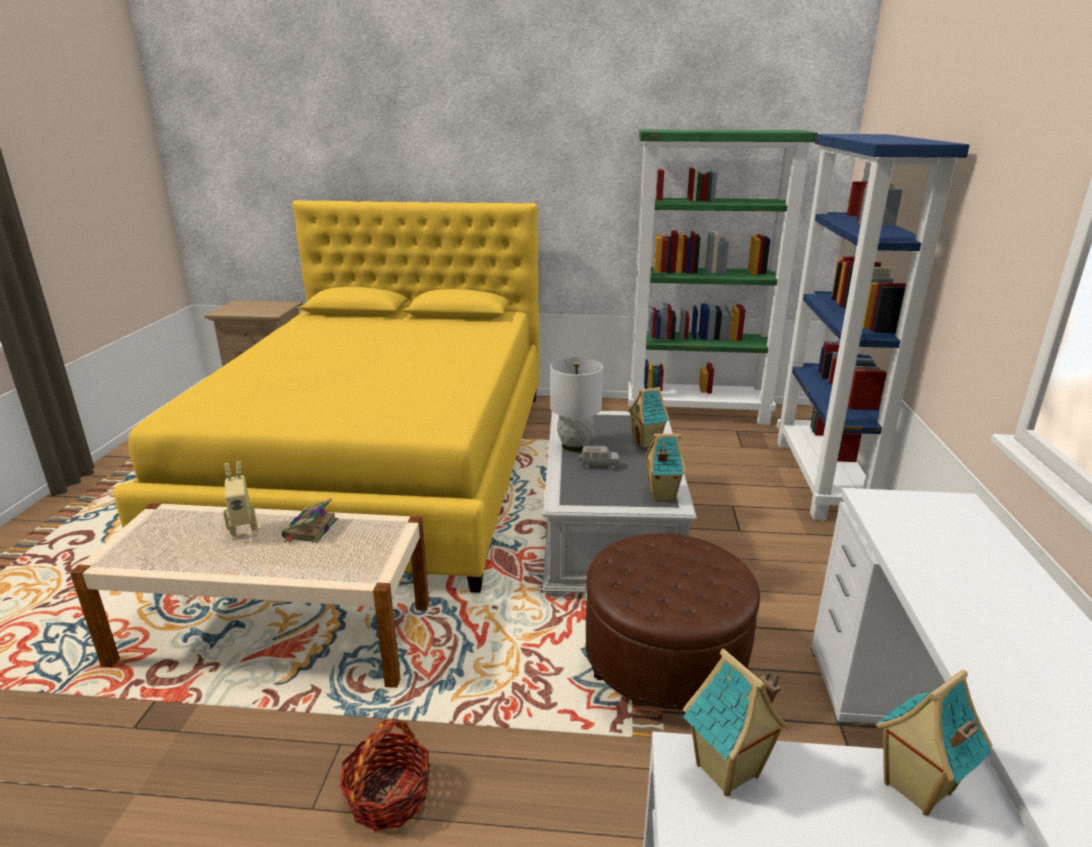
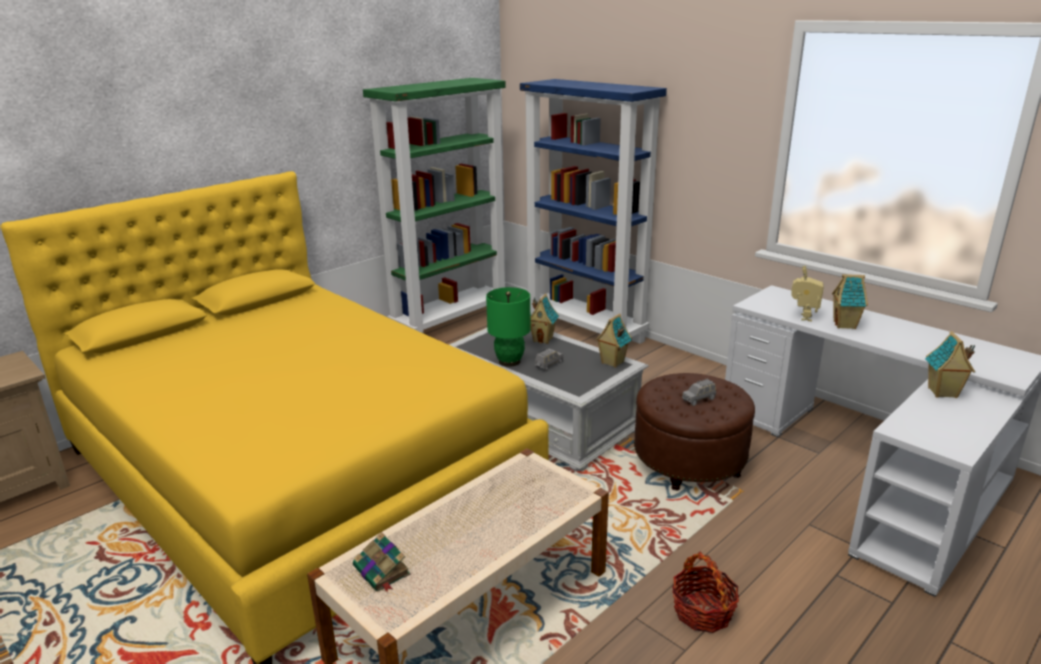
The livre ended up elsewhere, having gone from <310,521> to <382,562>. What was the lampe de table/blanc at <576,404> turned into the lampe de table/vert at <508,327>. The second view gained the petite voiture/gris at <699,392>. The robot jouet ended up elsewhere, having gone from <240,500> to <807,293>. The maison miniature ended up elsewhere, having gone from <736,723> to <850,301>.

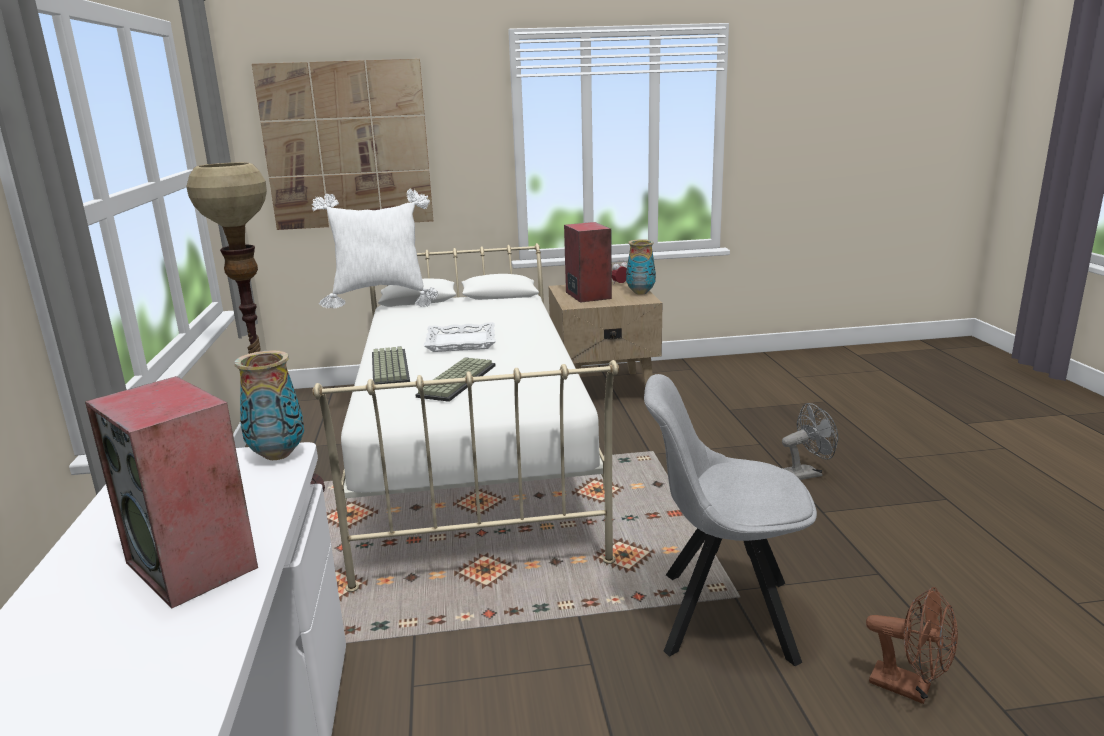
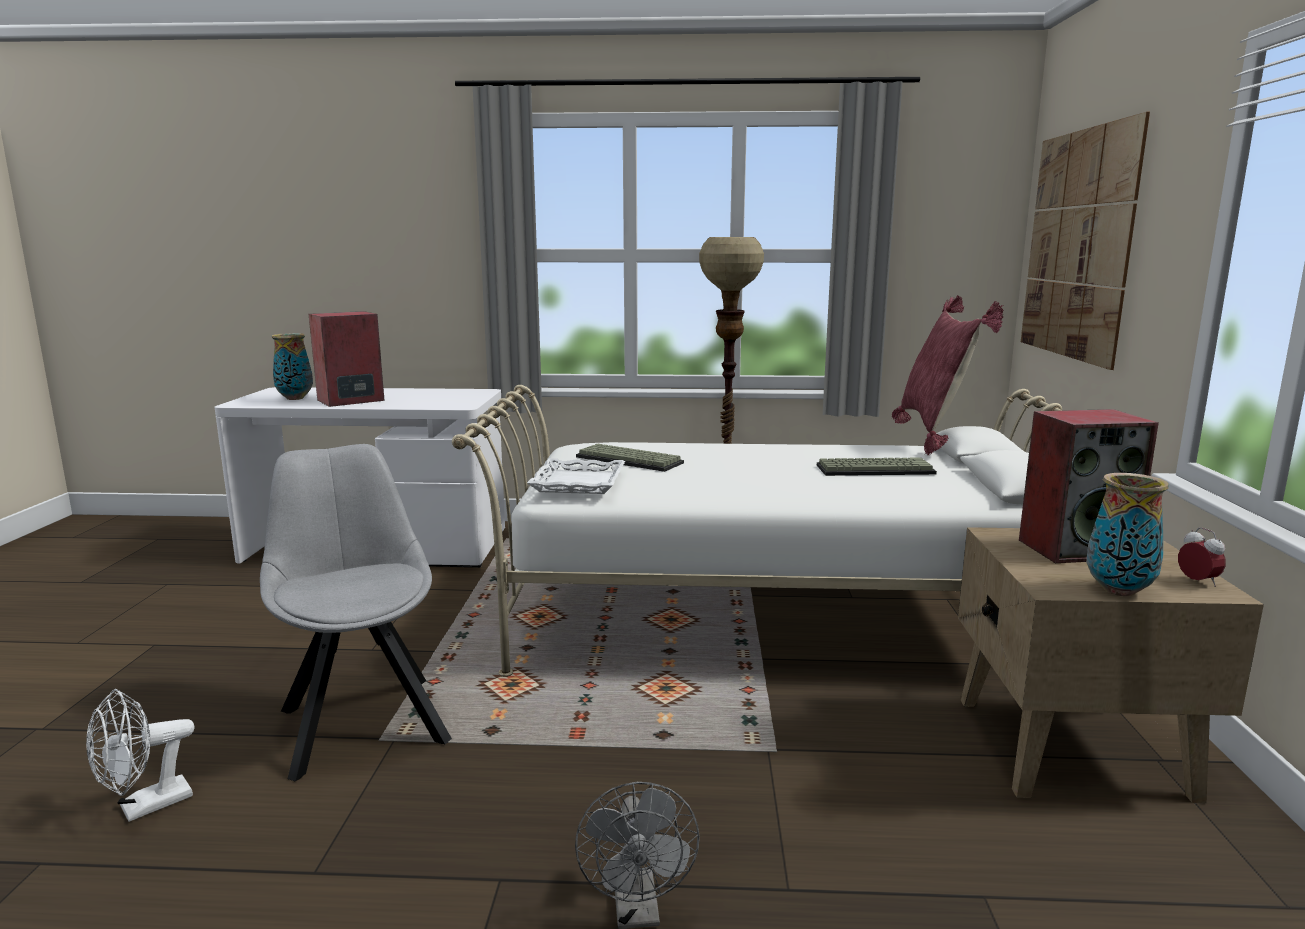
What was the ventilateur/marron at <912,645> turned into the ventilateur/blanc at <140,755>. The chaise/gris at <730,520> ended up facing another way, 45 degrees counterclockwise from before. The vase ended up elsewhere, having gone from <269,405> to <292,366>. The plateau/blanc ended up elsewhere, having gone from <460,337> to <576,476>. The clavier ended up elsewhere, having gone from <391,365> to <877,467>. What was the coussin/blanc at <375,249> turned into the coussin/rouge at <947,375>.

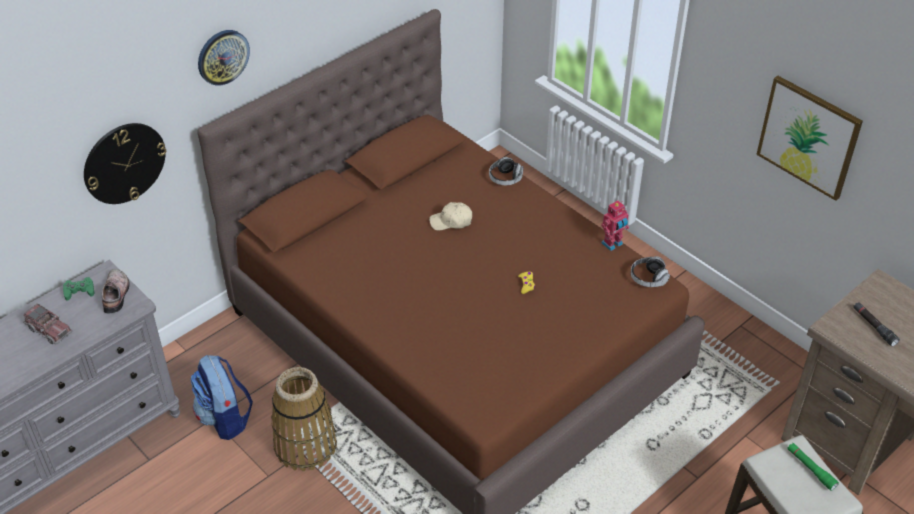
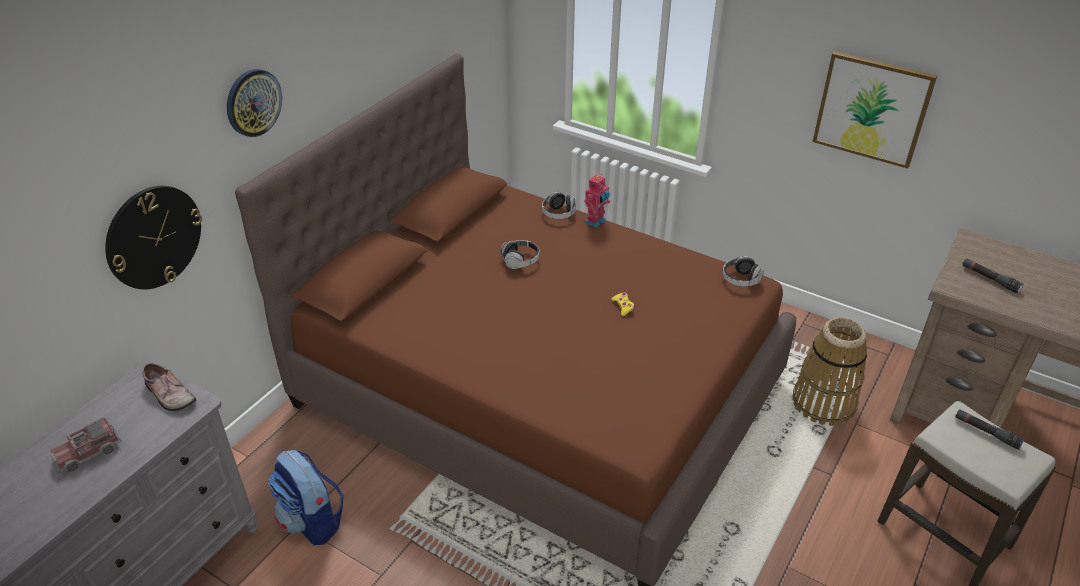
The camion jouet at <47,323> ended up facing another way, 120 degrees clockwise from before. The chaussure at <116,291> ended up facing another way, 150 degrees clockwise from before. Where the casquette/beige stood at <450,216>, the casque audio came to stand at <519,254>. The robot jouet ended up elsewhere, having gone from <615,225> to <597,201>. The panier ended up elsewhere, having gone from <304,419> to <830,371>. What was the lampe de poche/vert at <813,467> turned into the lampe de poche/noir at <990,429>. The second view lost the manette/vert at <78,288>.

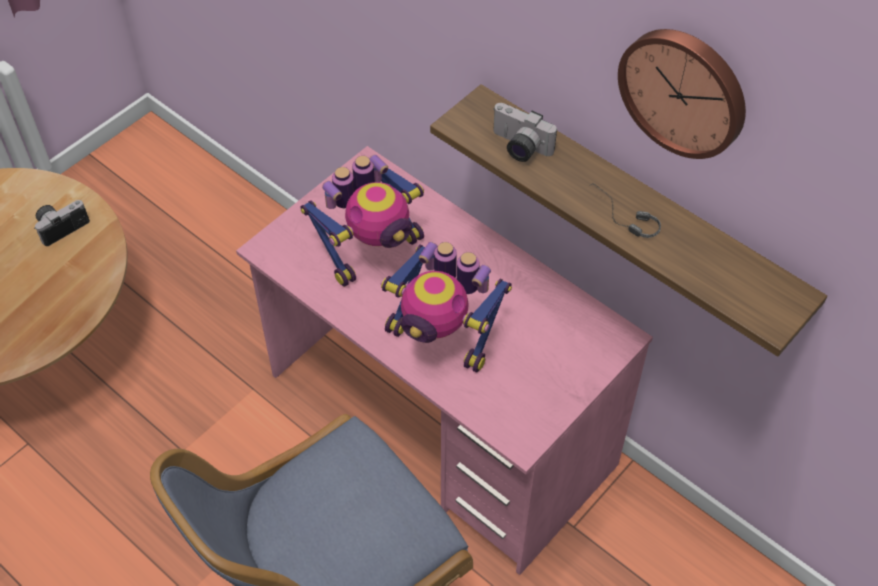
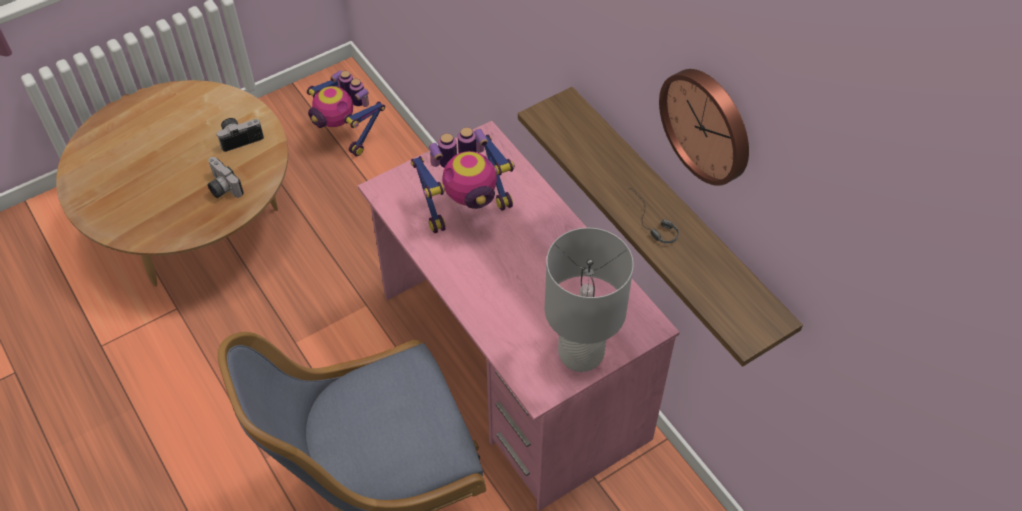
The appareil photo ended up elsewhere, having gone from <525,132> to <226,177>. The robot jouet ended up elsewhere, having gone from <446,307> to <346,113>. The second view gained the lampe de table/gris at <589,300>.

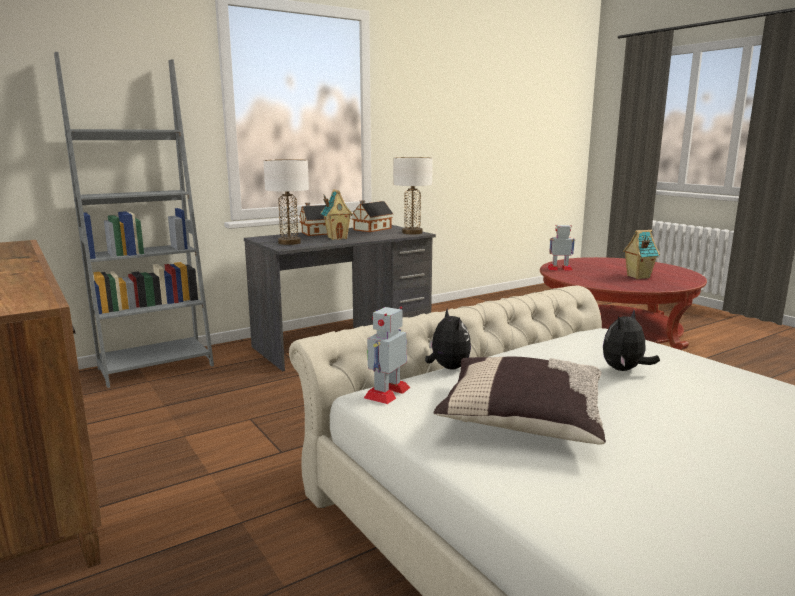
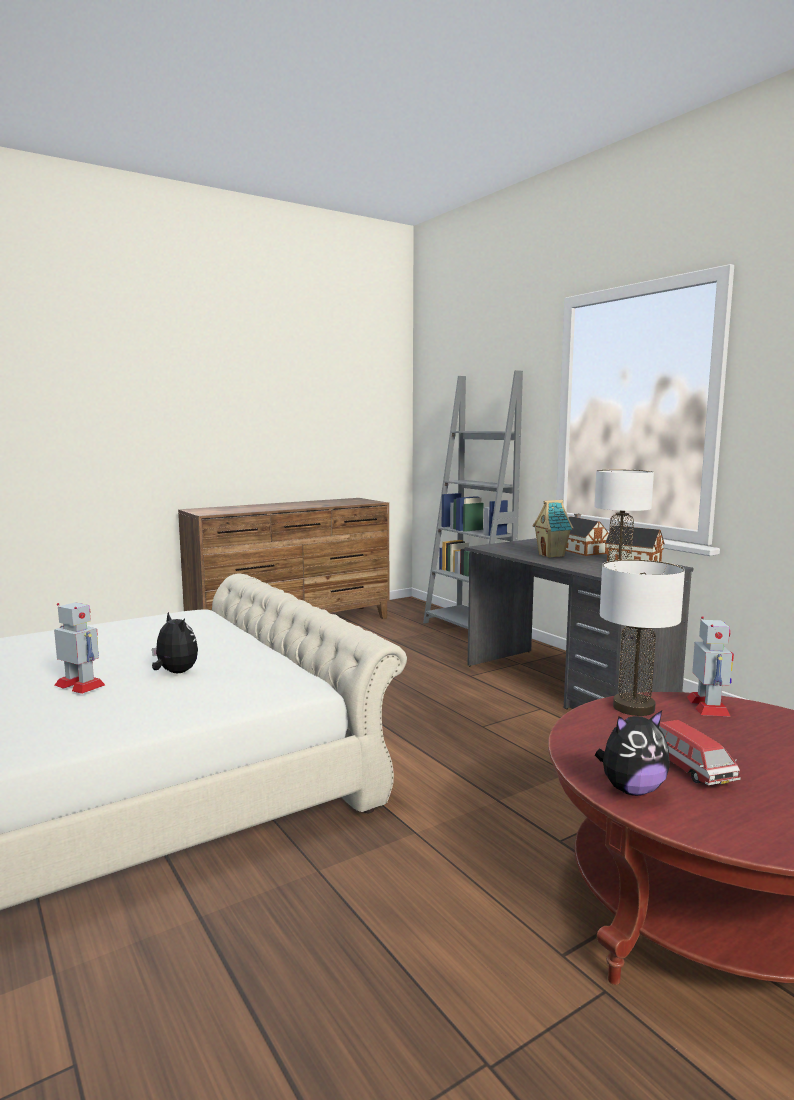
The robot jouet ended up elsewhere, having gone from <387,355> to <79,648>. The peluche ended up elsewhere, having gone from <448,339> to <632,753>. The lampe de table ended up elsewhere, having gone from <286,202> to <642,637>. Where the maison miniature stood at <641,254>, the petite voiture came to stand at <700,752>. The second view lost the coussin at <519,400>.

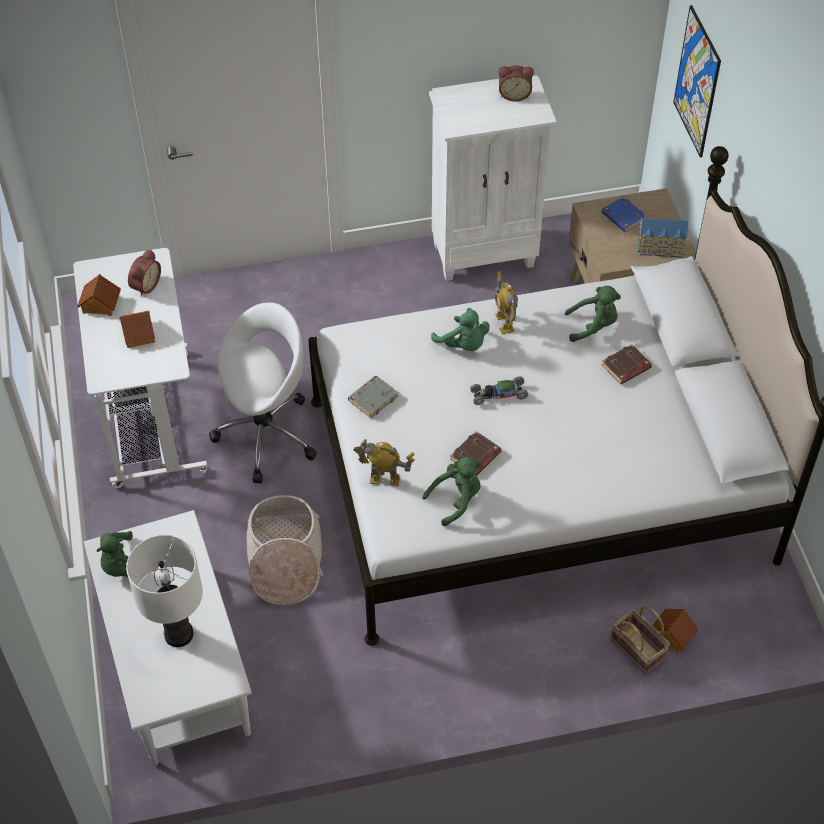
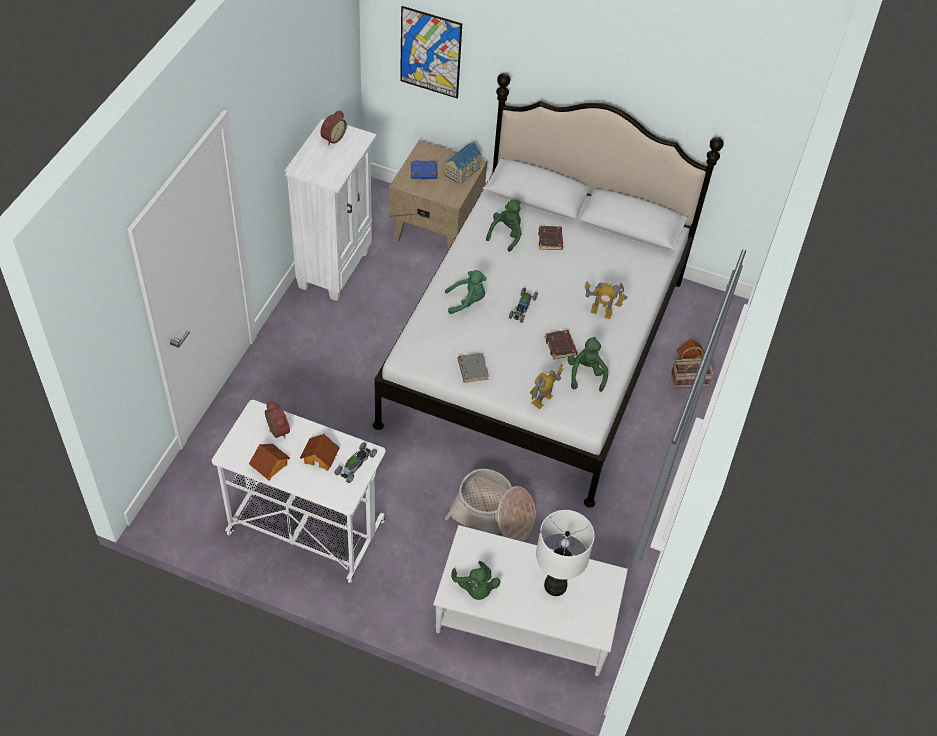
The second view gained the petite voiture at <356,462>. The robot jouet ended up elsewhere, having gone from <506,302> to <606,300>. The second view lost the chaise de bureau/blanc at <263,393>.

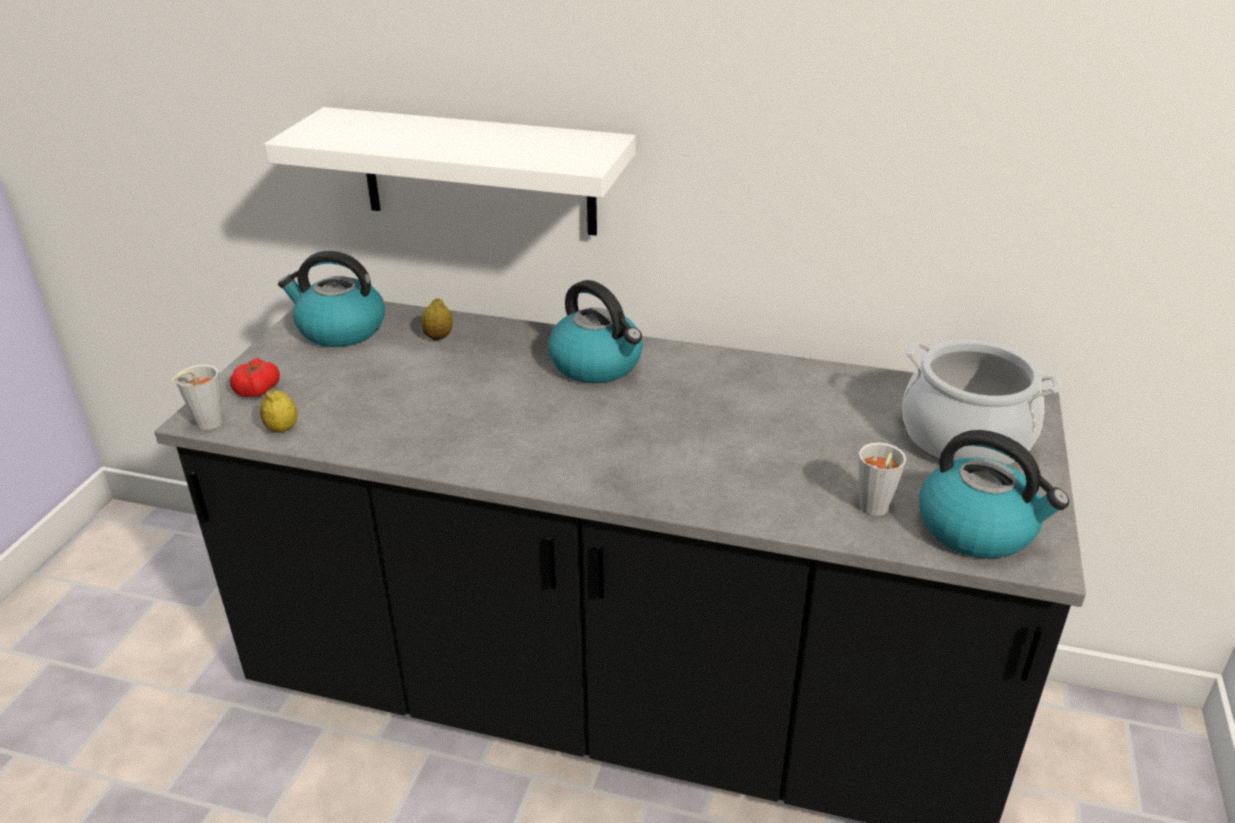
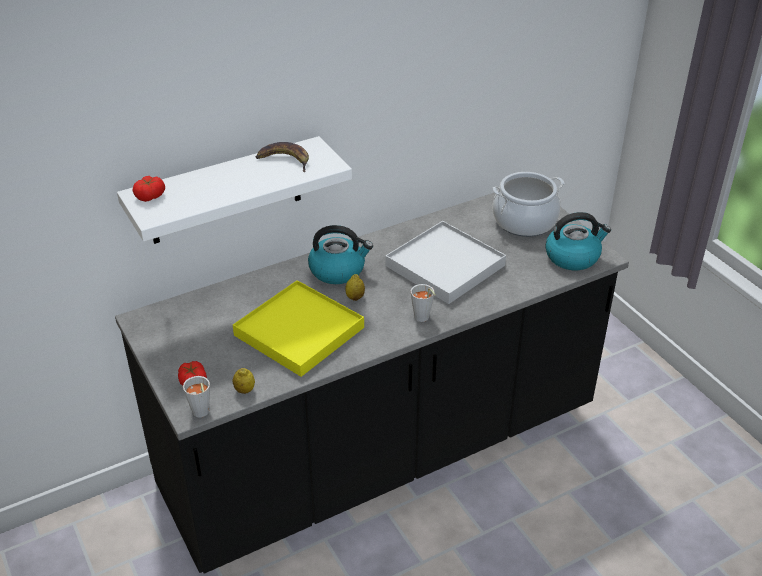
The second view gained the tomate at <149,189>. The second view gained the plateau/jaune at <298,328>. The second view gained the banane at <282,157>. The citron ended up elsewhere, having gone from <437,319> to <355,287>. The second view gained the plateau/blanc at <445,262>. The tasse/gris ended up elsewhere, having gone from <882,479> to <423,303>. The second view lost the bouilloire at <331,299>.

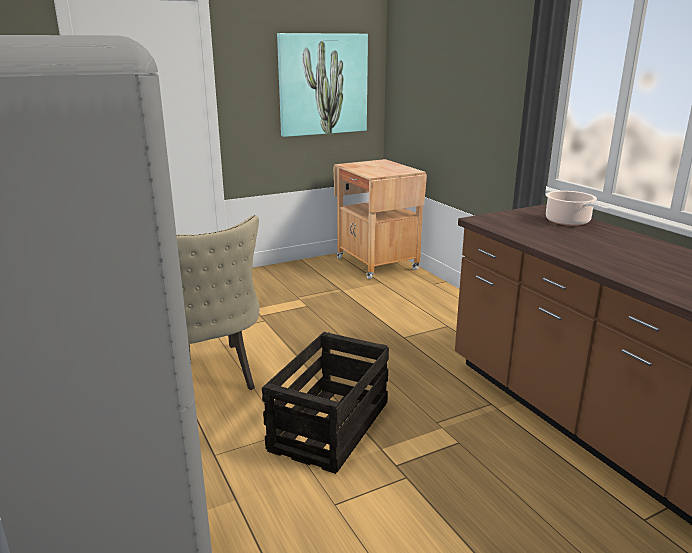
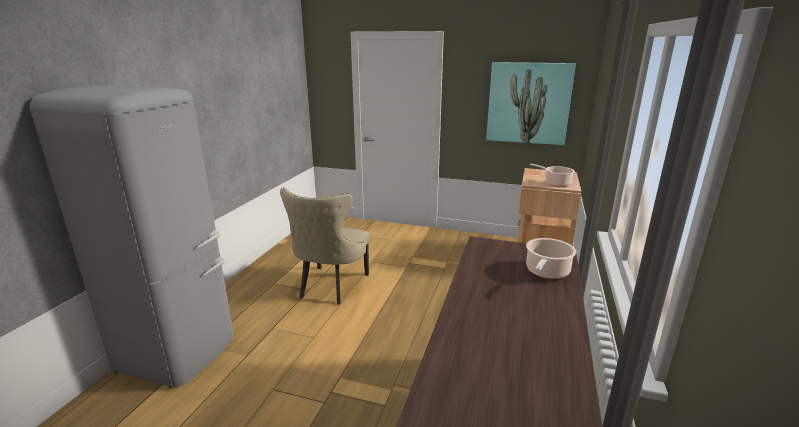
The second view gained the marmite at <552,175>. The second view lost the caisse at <325,403>.

